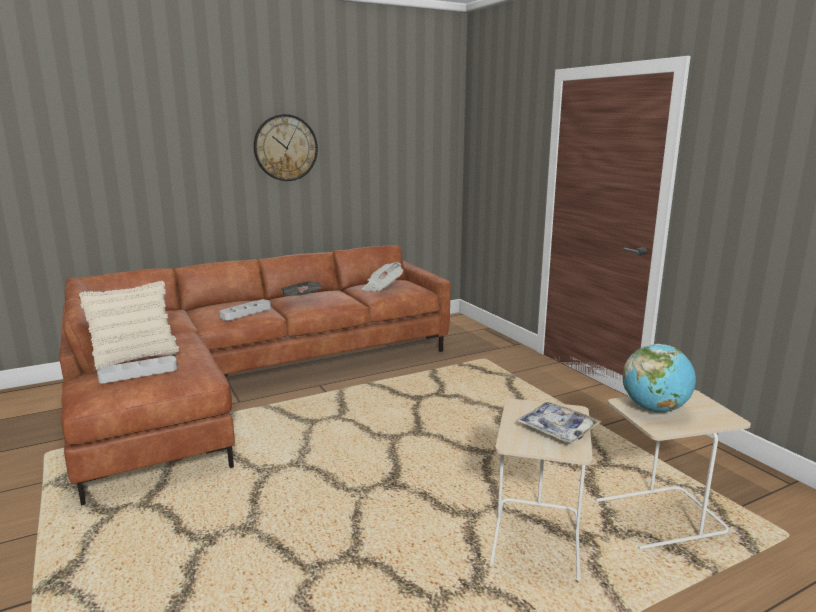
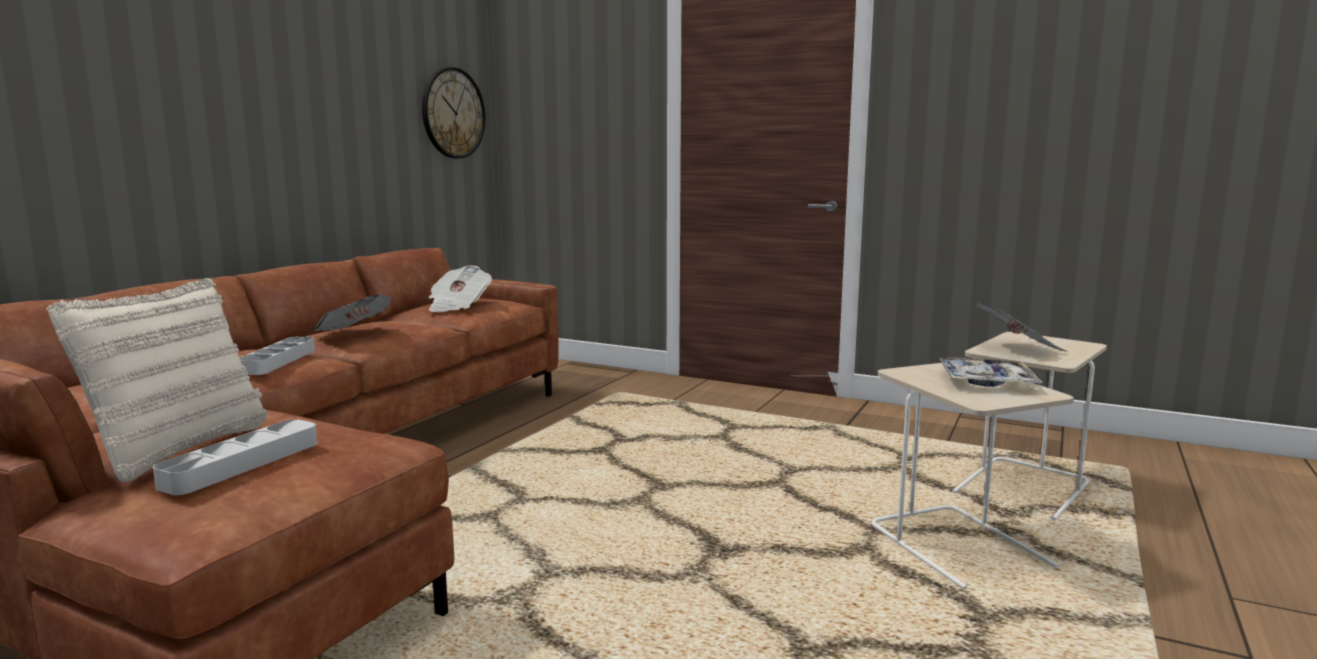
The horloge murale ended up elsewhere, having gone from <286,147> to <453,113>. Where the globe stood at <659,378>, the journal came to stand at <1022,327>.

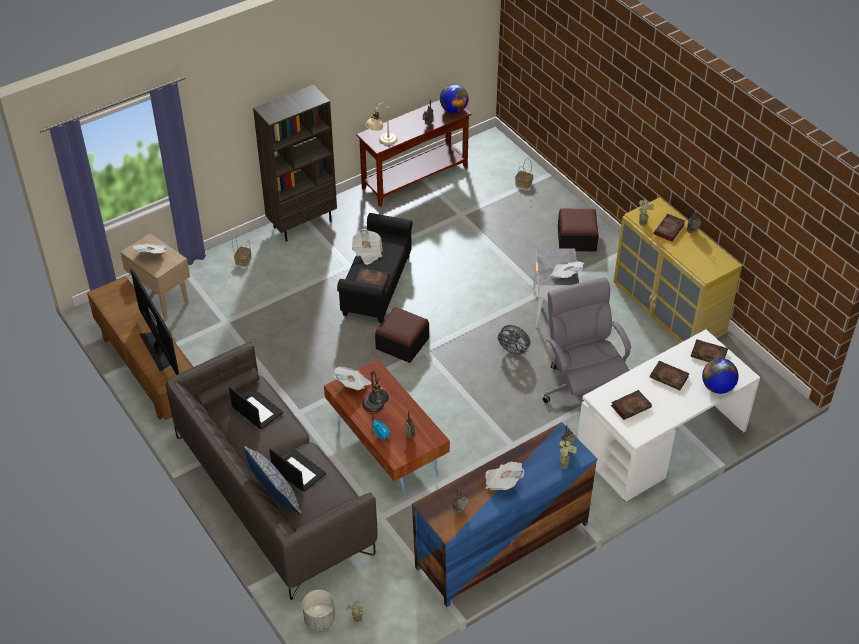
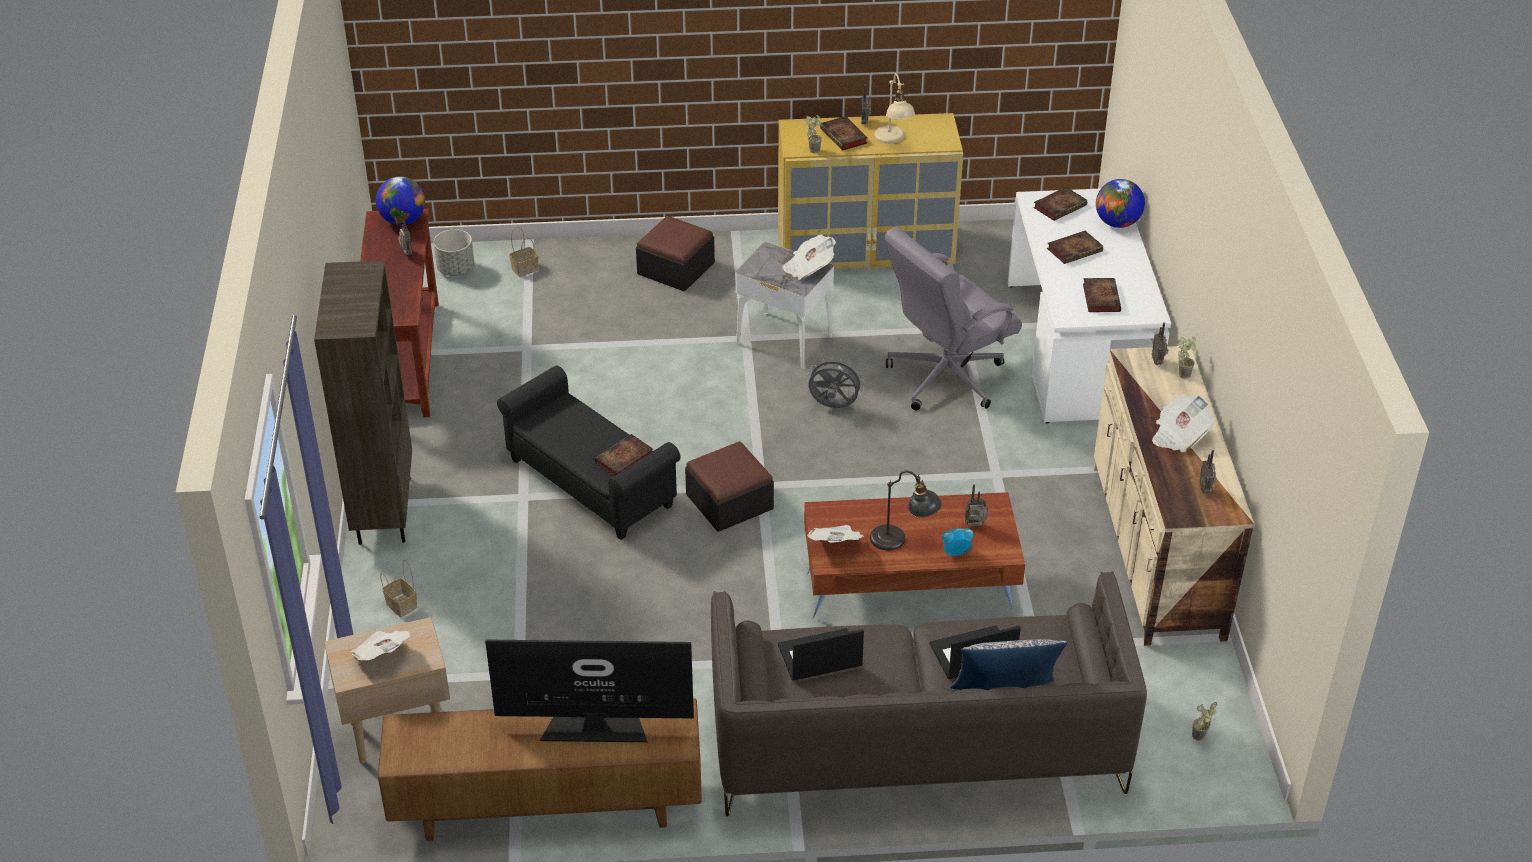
The cache-pot/gris ended up elsewhere, having gone from <318,610> to <454,252>. The ventilateur/gris at <513,341> ended up facing another way, 135 degrees counterclockwise from before. The lampe de table/beige ended up elsewhere, having gone from <381,123> to <894,108>. The chaise de bureau/gris at <587,340> ended up facing another way, 45 degrees counterclockwise from before. What was the meuble de rangement/bleu at <504,514> turned into the meuble de rangement/beige at <1173,496>. The second view lost the journal at <367,247>.

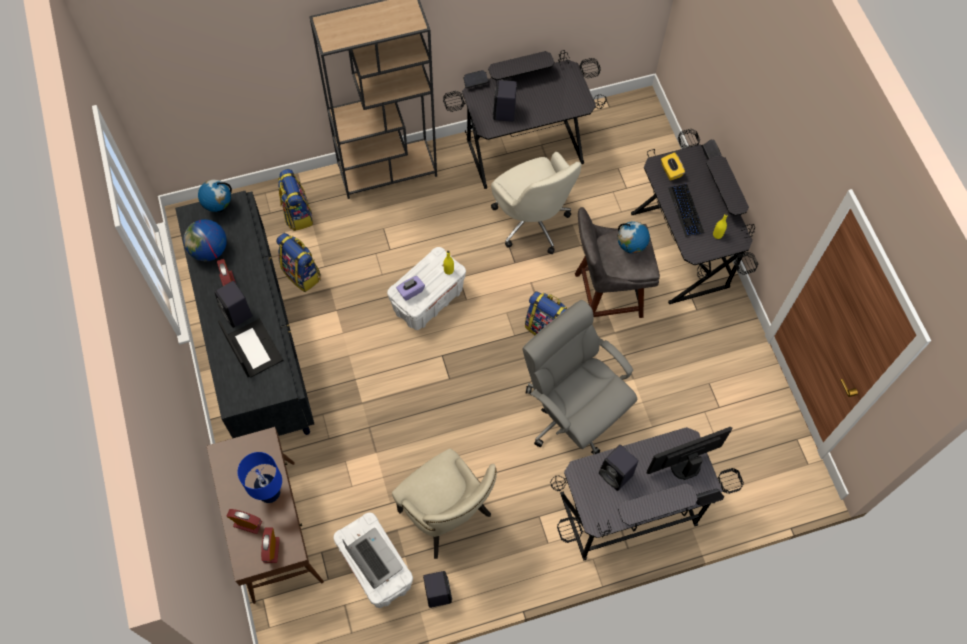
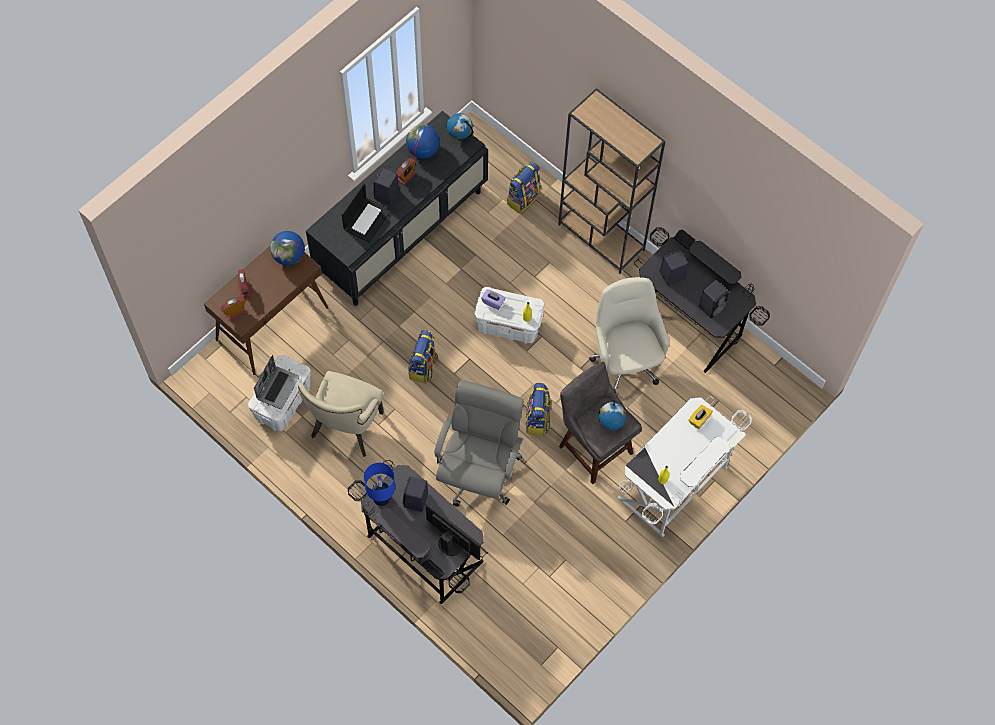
The second view gained the globe at <287,248>. The lampe de table/bleu ended up elsewhere, having gone from <260,477> to <379,484>. The sac à dos ended up elsewhere, having gone from <298,262> to <423,357>. The chaise de bureau/beige at <536,203> ended up facing another way, 135 degrees clockwise from before. What was the bureau/noir at <694,216> turned into the bureau/blanc at <684,466>. The enceinte/noir ended up elsewhere, having gone from <437,589> to <714,299>. The second view lost the clavier at <686,210>.

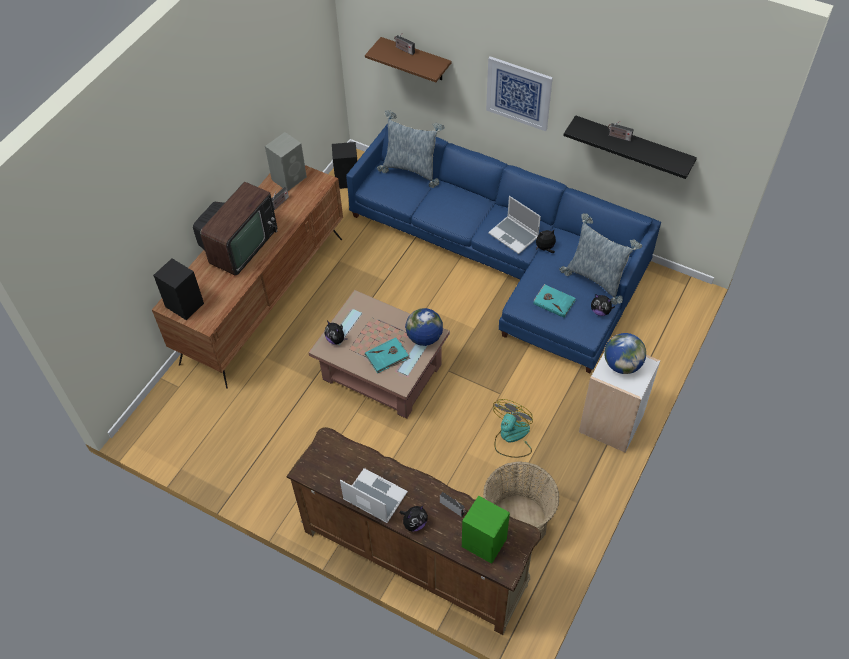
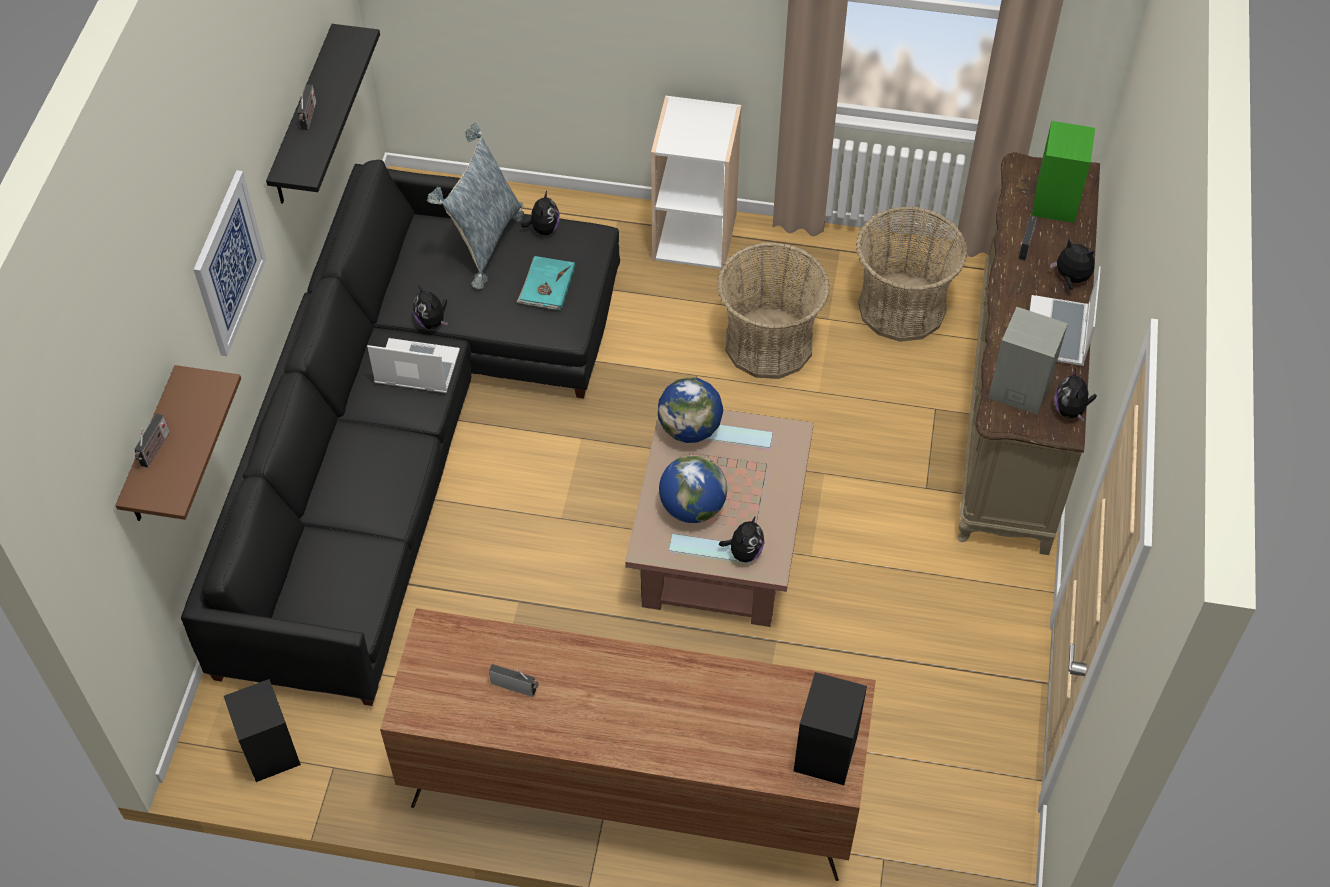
What was the canapé/bleu at <503,248> turned into the canapé/noir at <400,433>. The ordinateur portable at <514,225> ended up facing another way, 105 degrees counterclockwise from before. The globe ended up elsewhere, having gone from <625,353> to <693,489>. Where the ventilateur stood at <513,428>, the panier came to stand at <773,311>. The enceinte/gris ended up elsewhere, having gone from <286,161> to <1028,361>. The second view gained the peluche at <1075,394>. The second view lost the téléviseur at <235,229>. The second view lost the livre/turquoise at <387,355>. The second view lost the coussin at <411,149>.

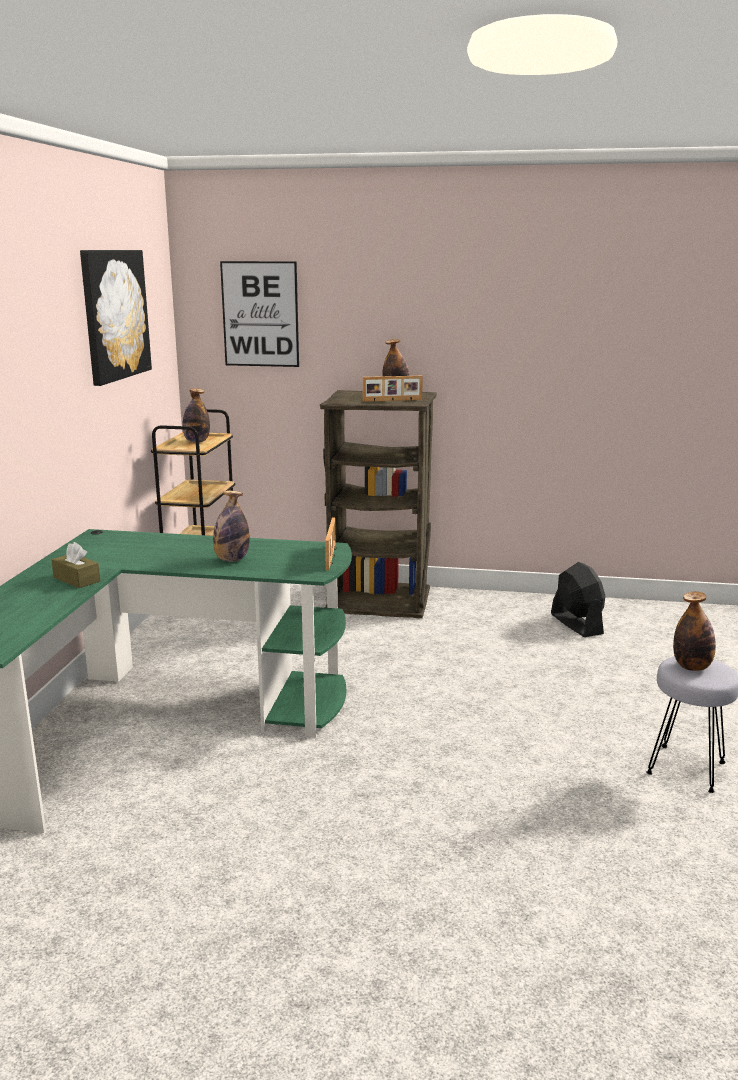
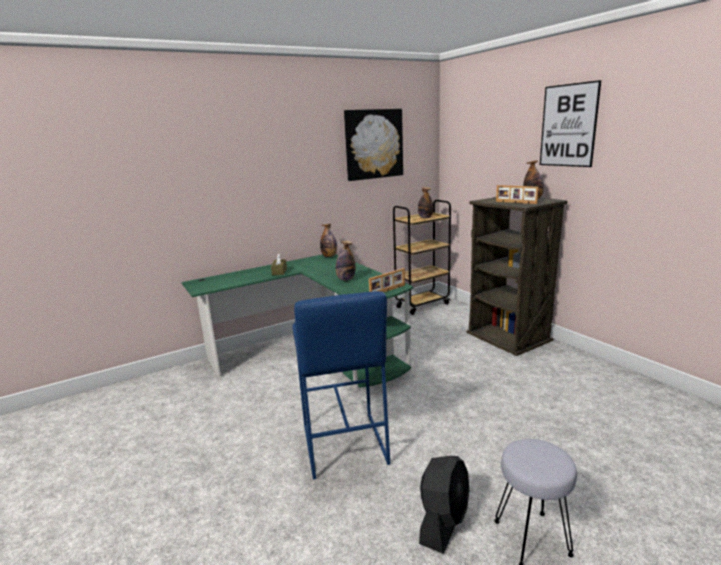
The second view gained the tabouret/bleu at <341,385>. The bouteille ended up elsewhere, having gone from <694,631> to <328,240>. The ventilateur/noir ended up elsewhere, having gone from <578,599> to <444,505>. The tableau ended up elsewhere, having gone from <259,314> to <570,123>.

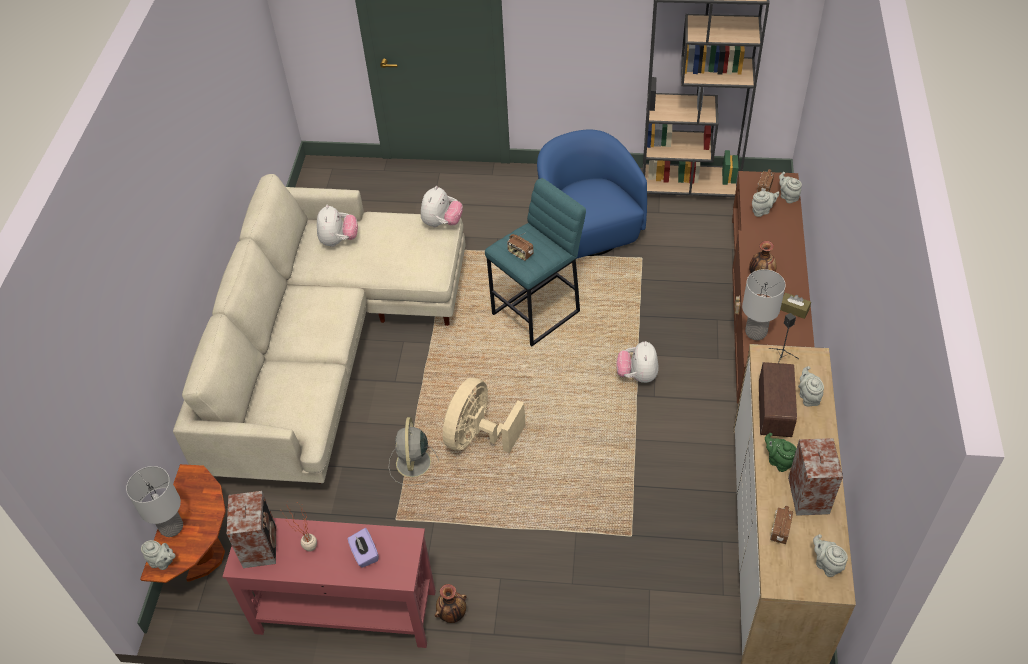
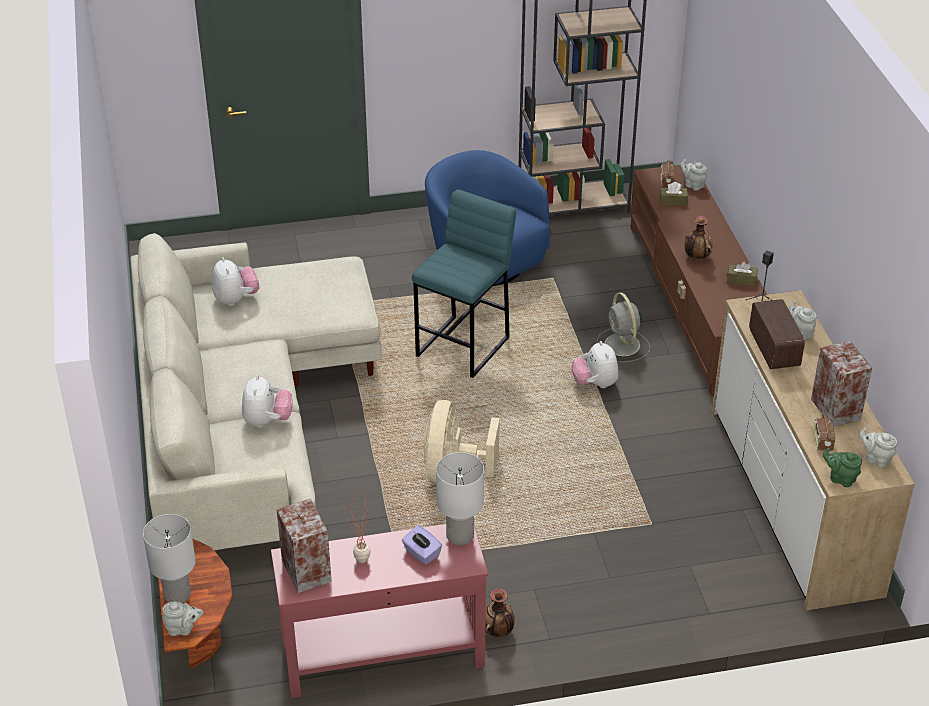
The peluche ended up elsewhere, having gone from <442,206> to <267,401>. The lampe de table/gris ended up elsewhere, having gone from <764,304> to <460,499>. The ventilateur/gris ended up elsewhere, having gone from <414,451> to <623,327>. Where the théière/gris stood at <765,204>, the boîte à mouchoirs/marron came to stand at <674,194>. The théière/vert ended up elsewhere, having gone from <781,452> to <842,467>. The second view lost the radio at <520,247>.

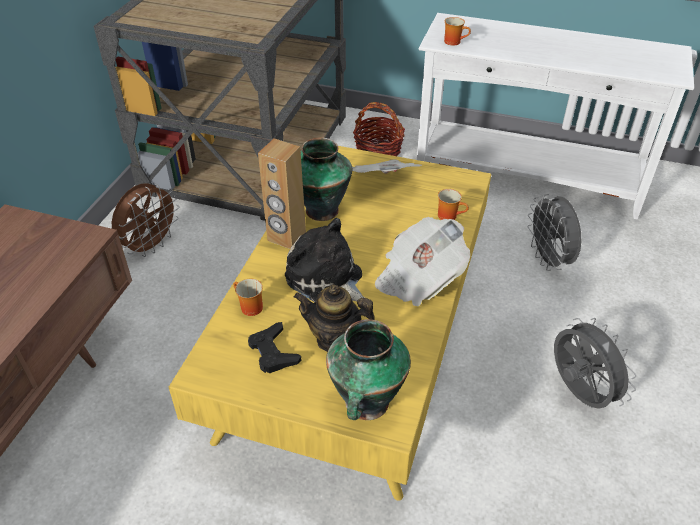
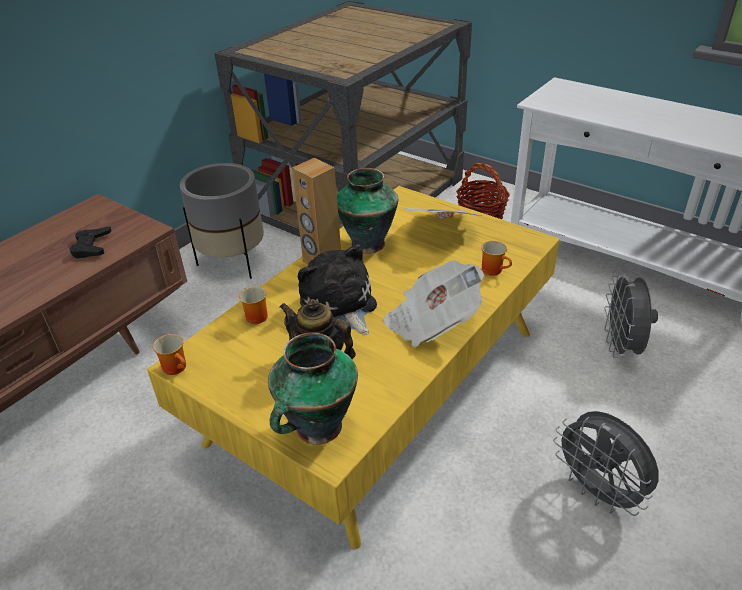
The manette/noir ended up elsewhere, having gone from <274,347> to <90,242>. The mug ended up elsewhere, having gone from <457,31> to <169,354>. Where the ventilateur/marron stood at <145,220>, the cache-pot/gris came to stand at <222,221>. The ventilateur/gris at <595,363> ended up facing another way, 150 degrees clockwise from before.

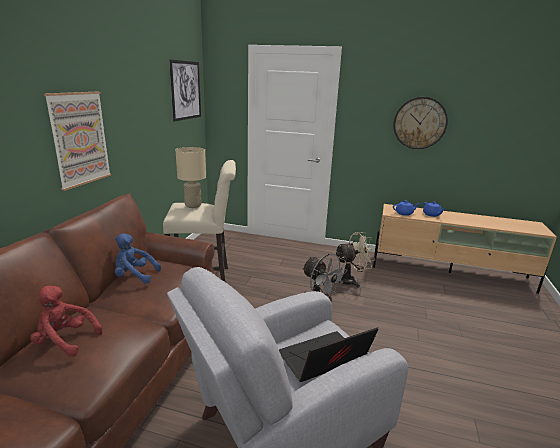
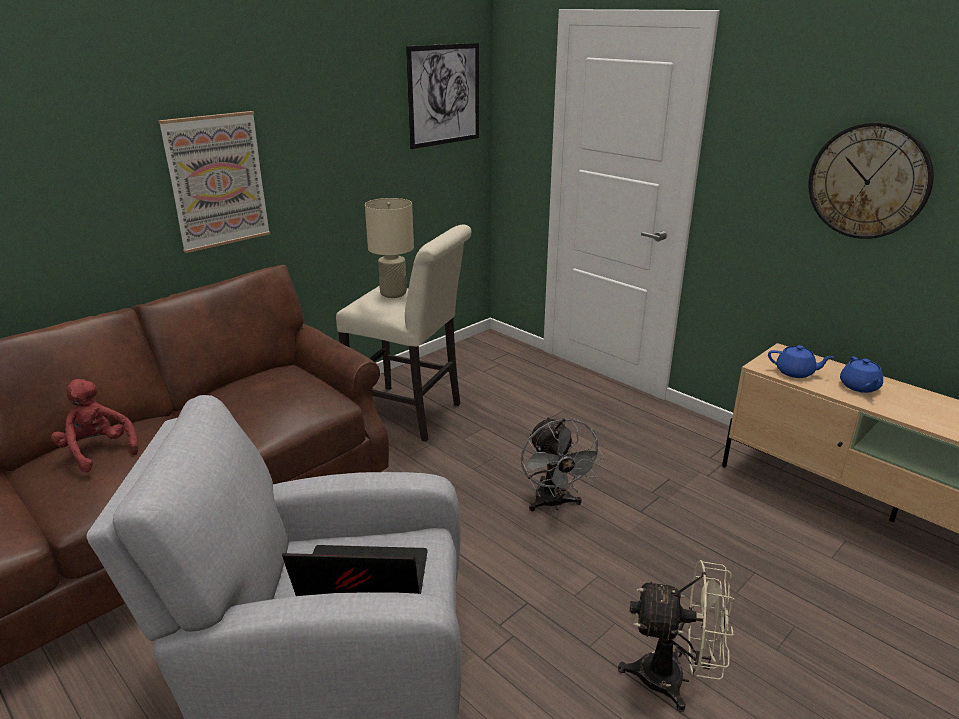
The ventilateur/beige ended up elsewhere, having gone from <354,260> to <676,636>. The second view lost the peluche/bleu at <138,259>.

